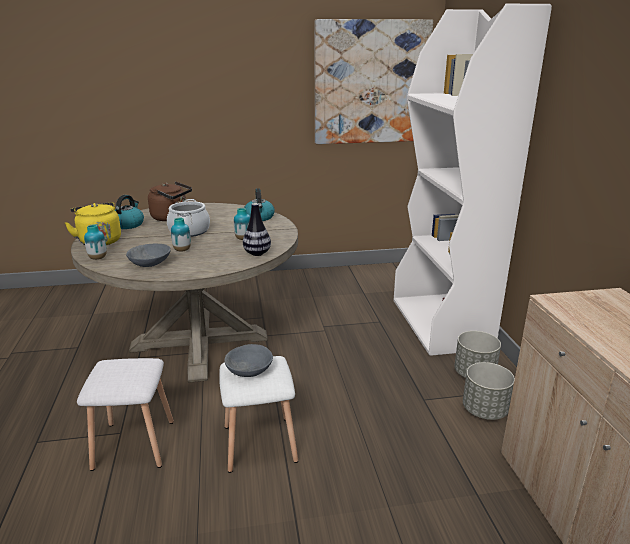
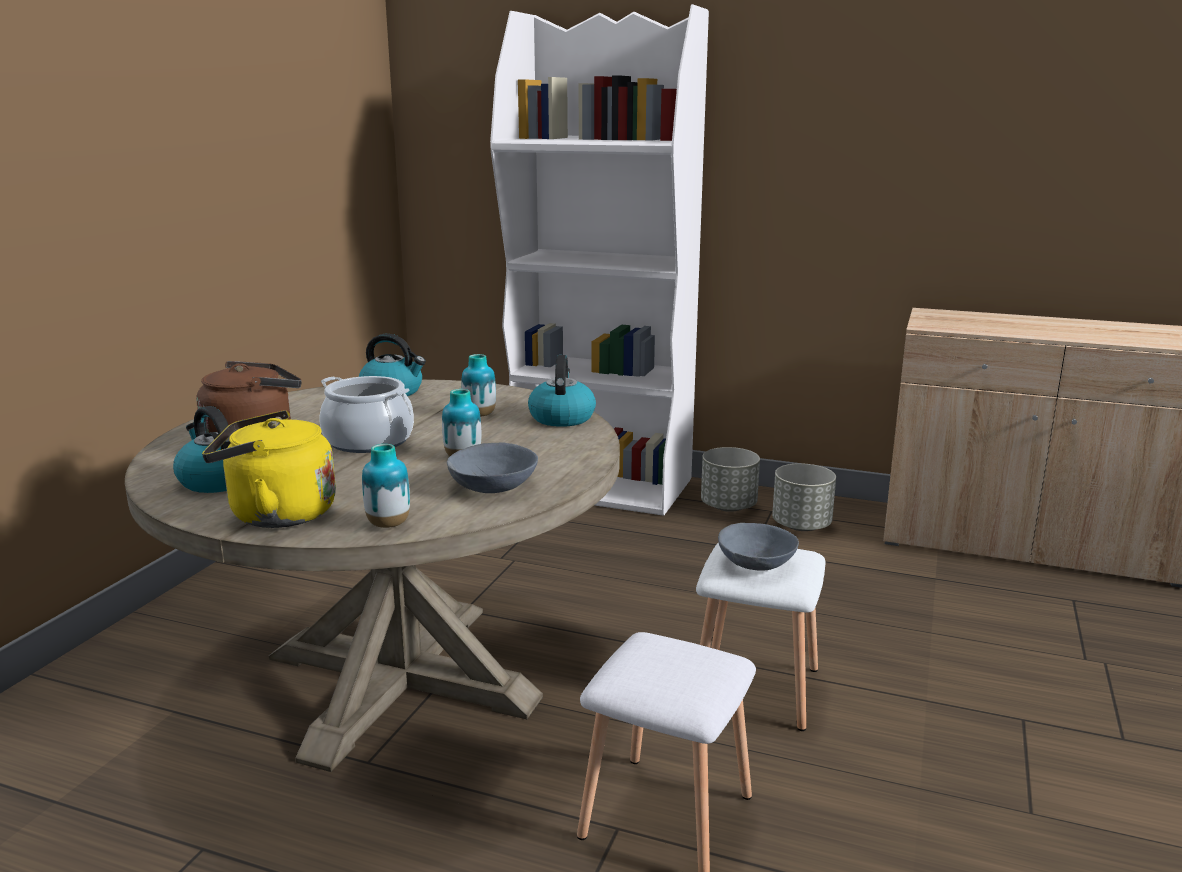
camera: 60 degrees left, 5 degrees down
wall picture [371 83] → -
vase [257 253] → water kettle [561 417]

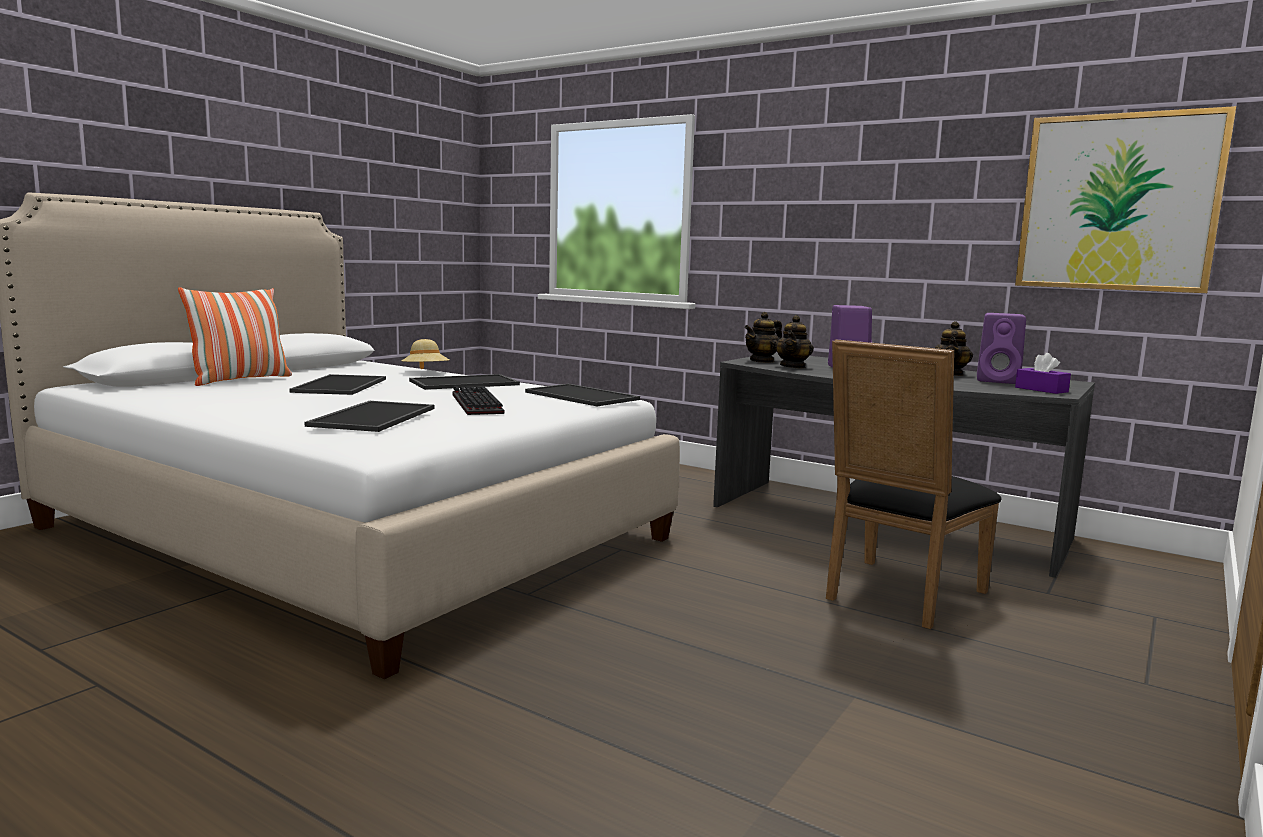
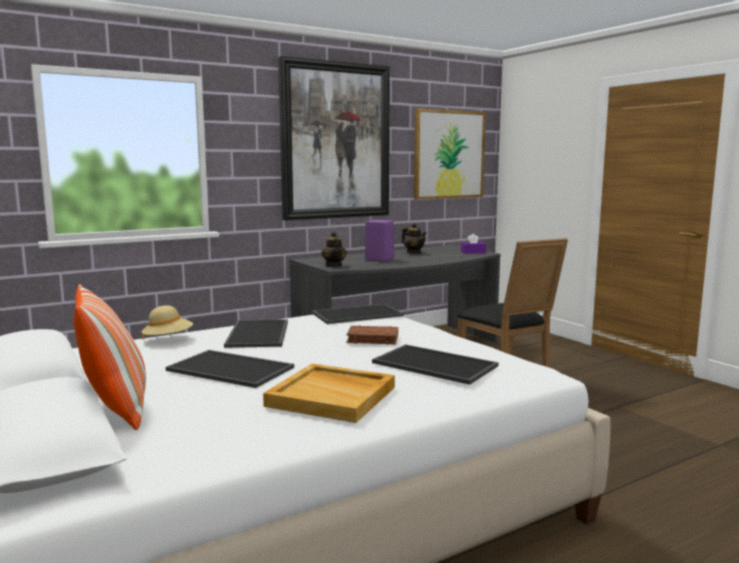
camera: 65 degrees left, 0 degrees up
purple-coloured speaker [999 380] → -
pot for tea [793 366] → -
keyboard [474 404] → brownish book [372 339]
- → wall picture [335 141]
- → sand-coloured serving tray [333 396]

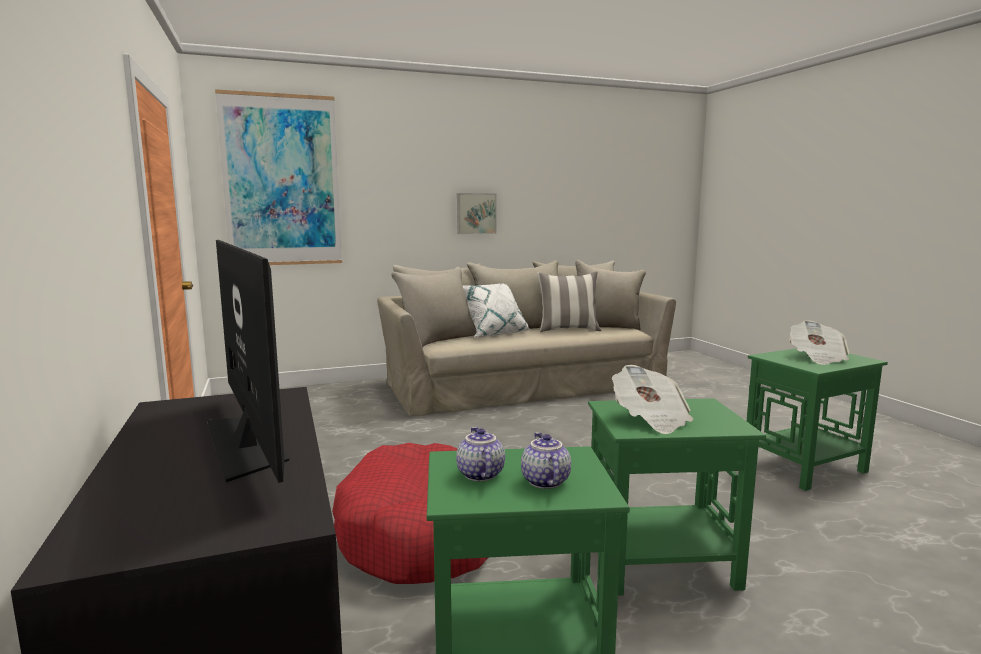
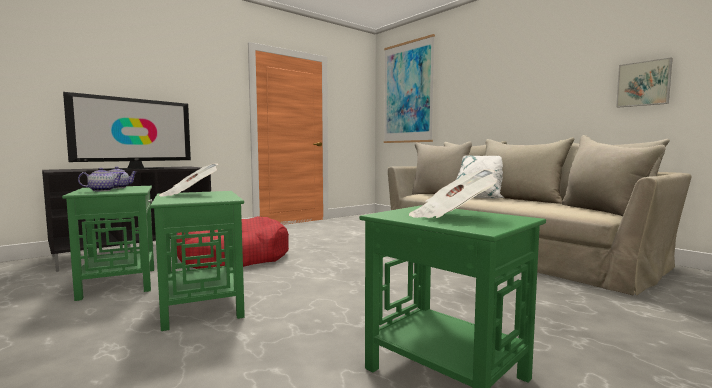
camera: 70 degrees right, 5 degrees down
wall picture [476 213] → wall picture [643 84], move
throw pillow [568 330] → -

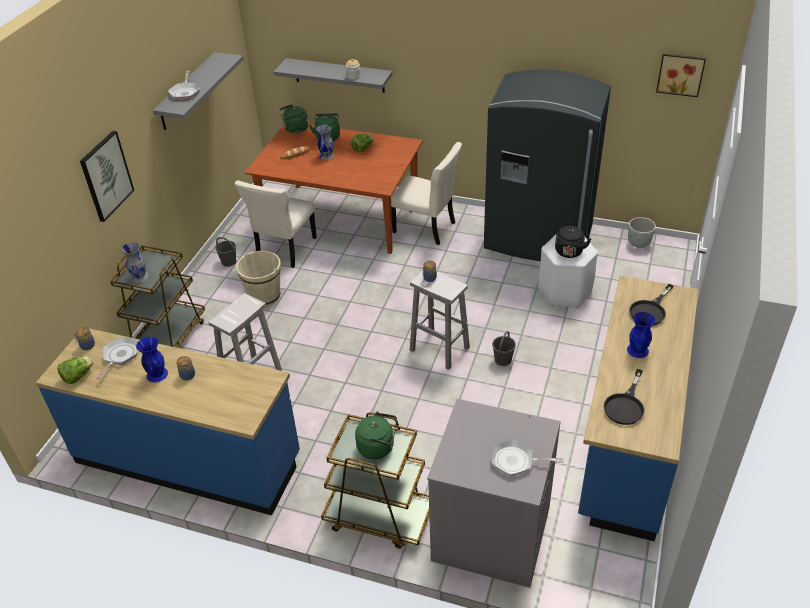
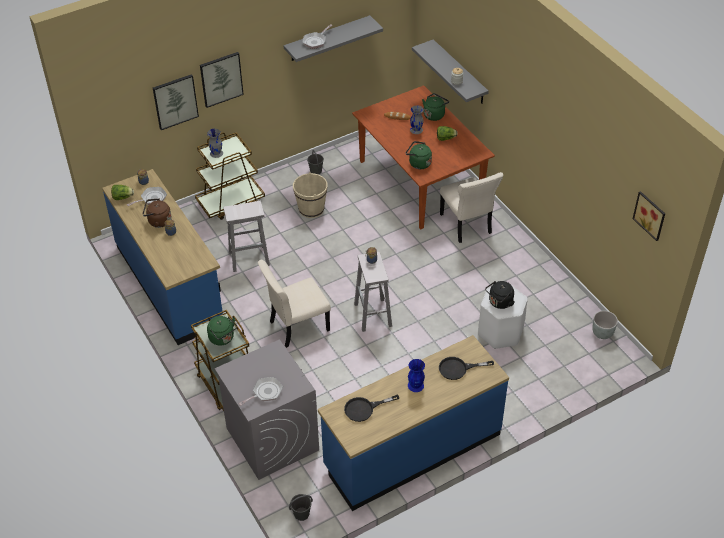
camera: 40 degrees right, 5 degrees up
greyish fridge [538 239] → -
green water kettle [295 129] → green water kettle [418 163], move
sand-coloured plain chair [285 250] → sand-coloured plain chair [297 326], move
greyish bucket [503 360] → greyish bucket [301 514], move
blue vase [156 374] → brownish water kettle [158 221]
skillet [516 461] → skillet [265 392], 90 degrees clockwise
- → wall picture [175 101]

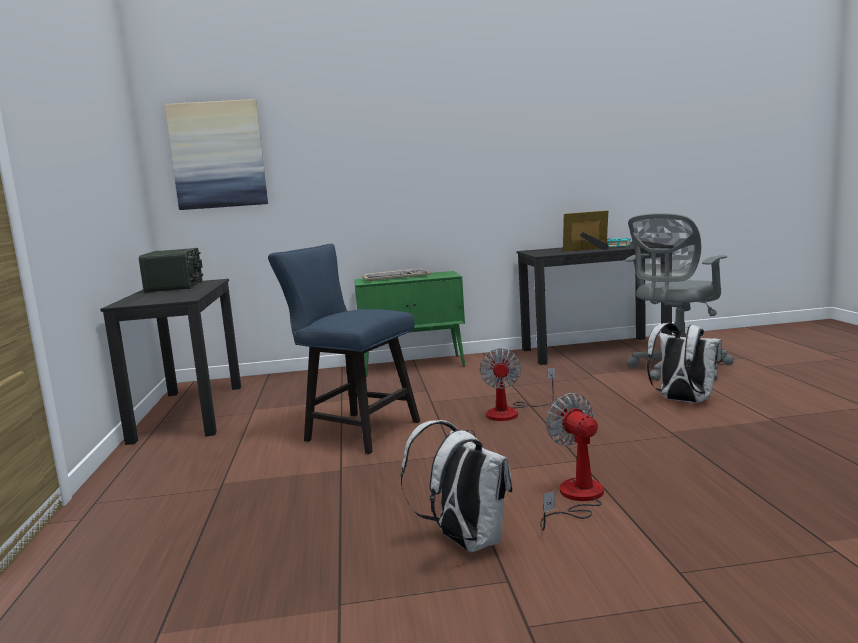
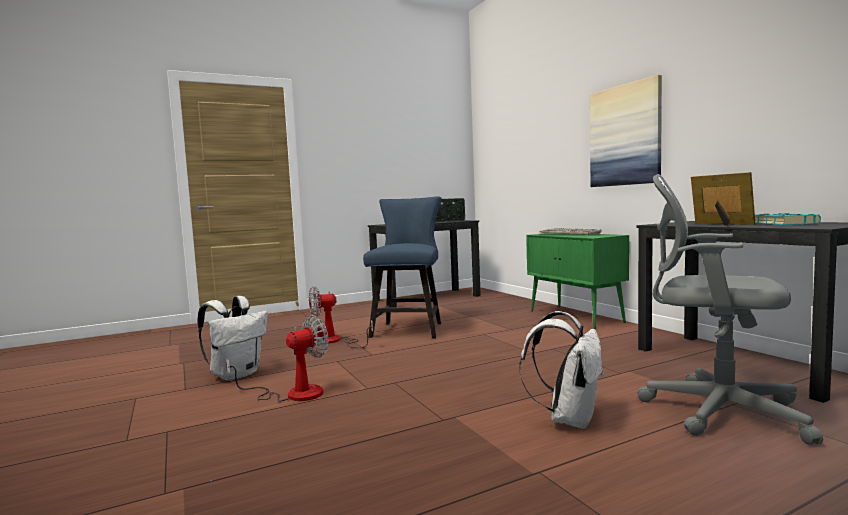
camera: 70 degrees right, 5 degrees down
wall picture [218 155] → wall picture [625 135], move
fan [511 412] → fan [334 341], move

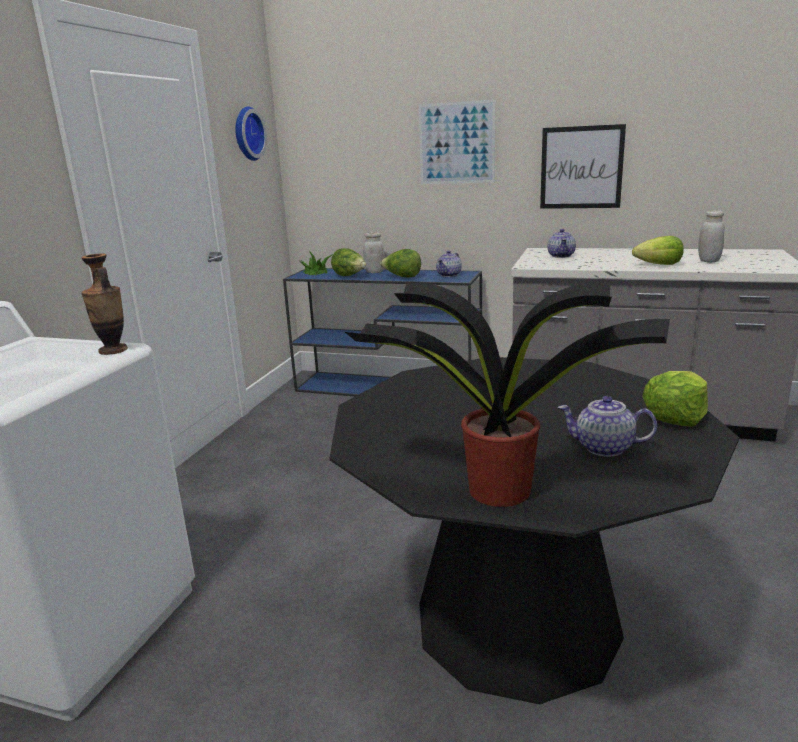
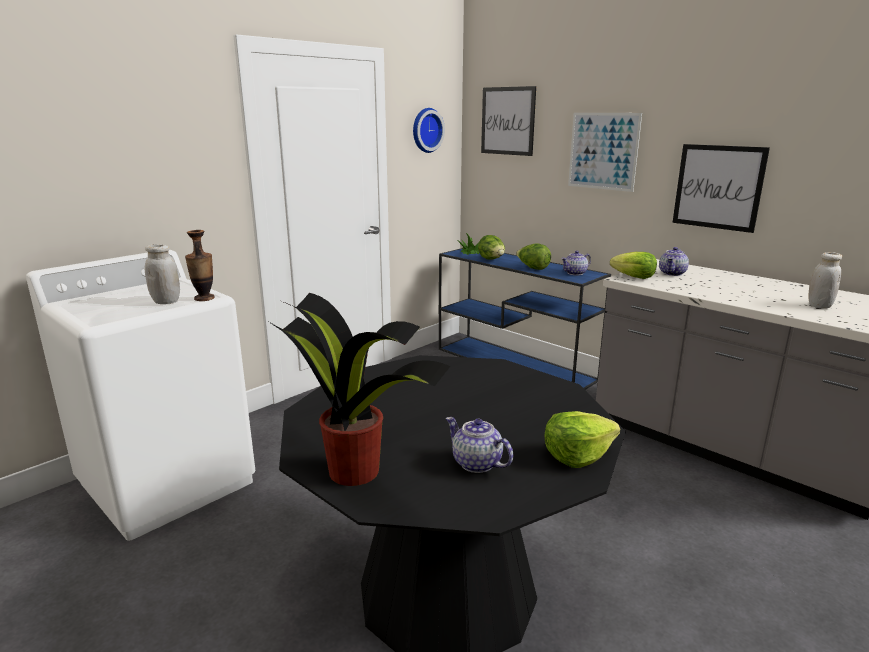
camera: 25 degrees right, 0 degrees up
white-coloured storage jar [375 272] → white-coloured storage jar [166 301], move
lettuce head [658 265] → lettuce head [634 277], move
- → wall picture [507 121]

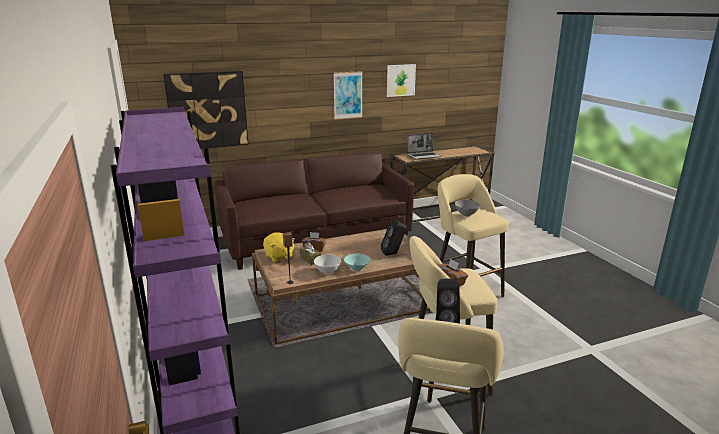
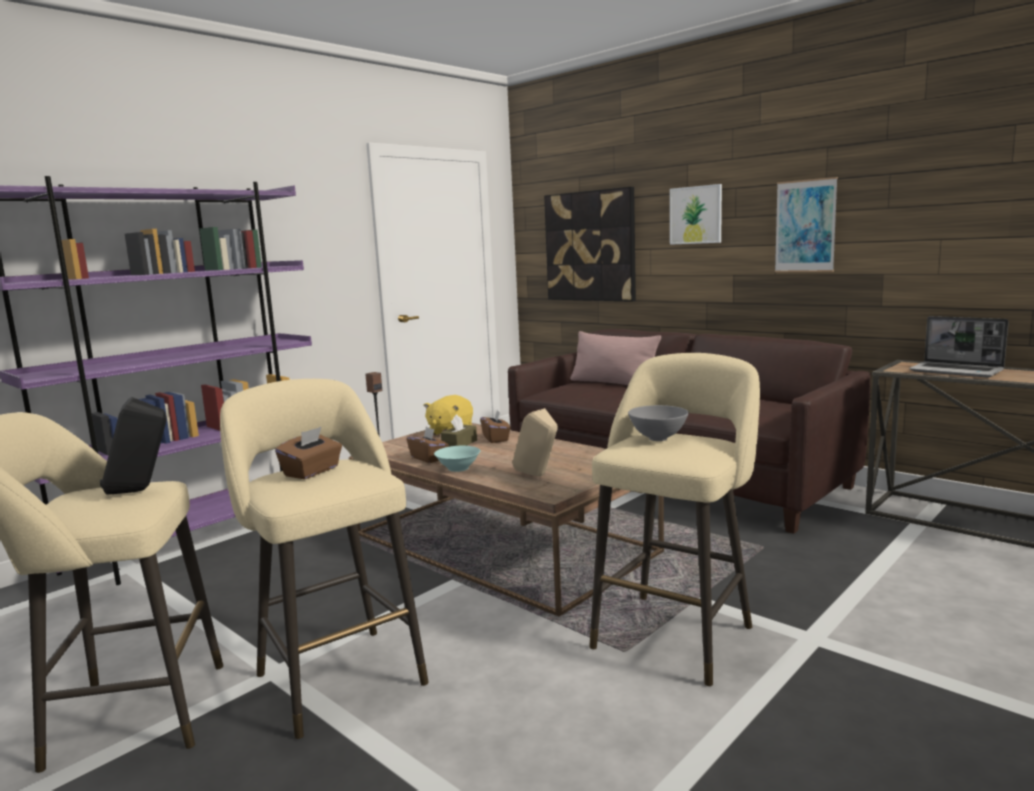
camera: 65 degrees right, 10 degrees down
wall picture [400 80] → wall picture [695 215], move
black-coloured speaker [393 254] → sand-coloured speaker [538 476]
white-coloured deep dish [327 272] → brownish box of tissues [428 458]
- → pinkish throw pillow [613 383]

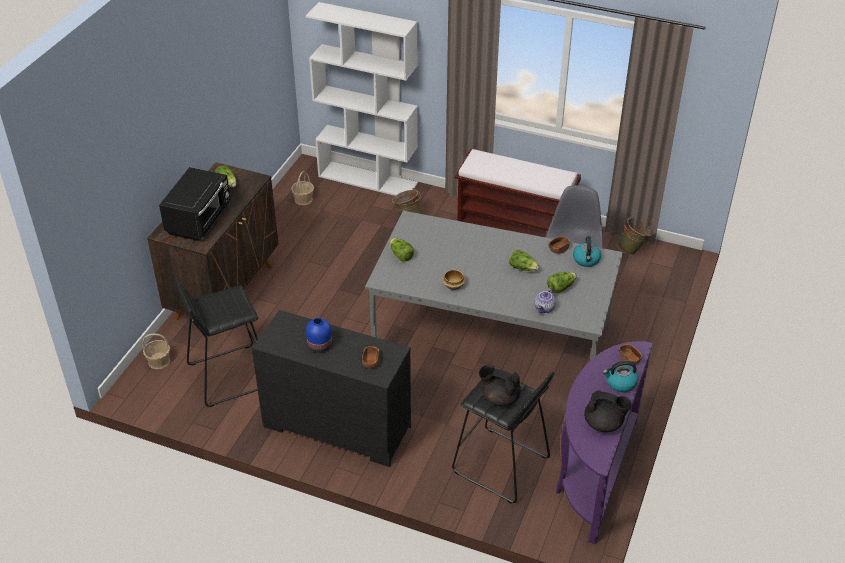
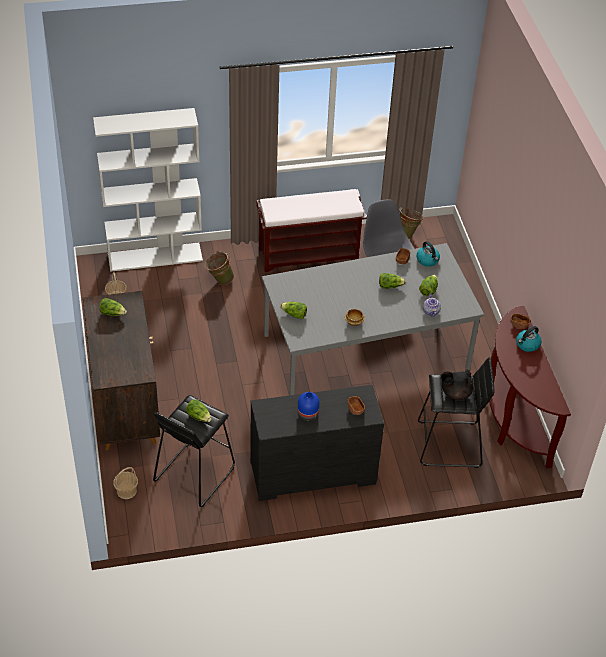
camera: 35 degrees left, 5 degrees up
black-coloured microwave oven [200 220] → -
purple-coloured narrow table [593 473] → brownish narrow table [512 419]
black-coloured pot for tea [604 424] → -
- → lettuce head [199 416]

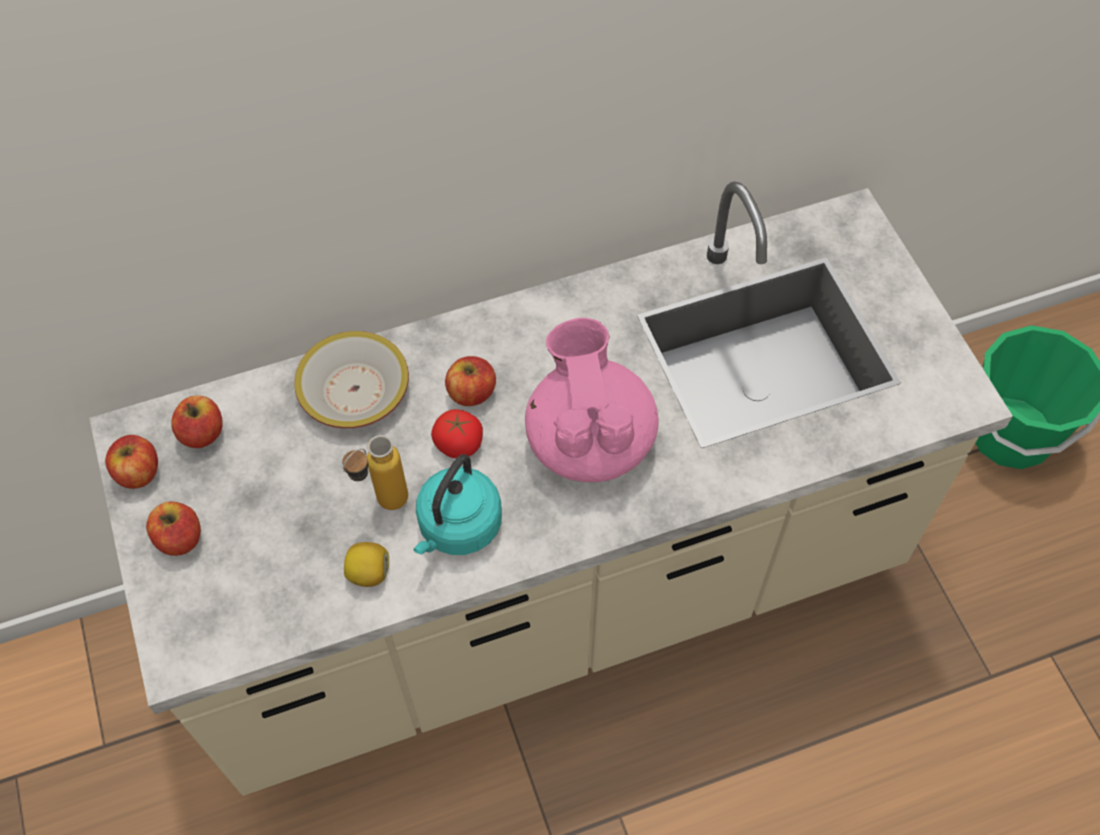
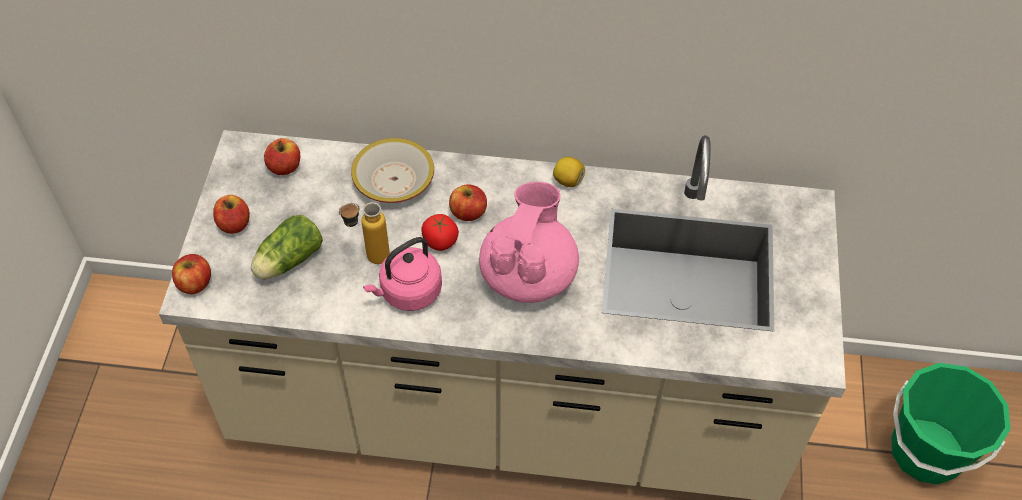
camera: 25 degrees right, 5 degrees down
apple [138 472] → apple [195 283], move
blue-green water kettle [458 528] → pinkish water kettle [408 292]
lemon [369 573] → lemon [568 180], move
- → lettuce head [287 261]

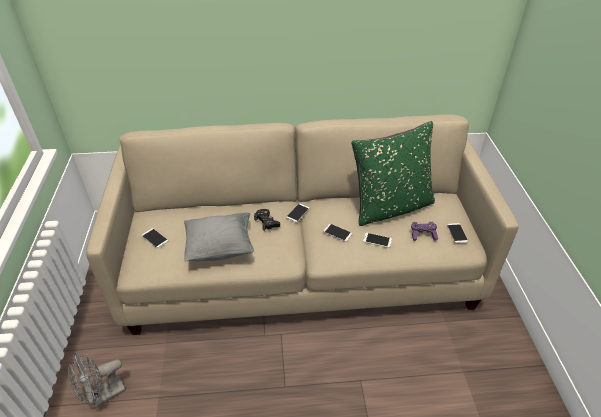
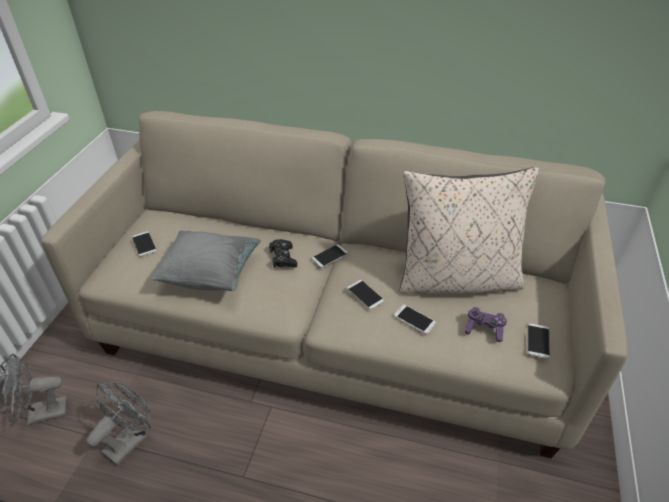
camera: 20 degrees right, 0 degrees up
green throw pillow [391 207] → sand-coloured throw pillow [457 279]
- → greyish fan [130 439]

